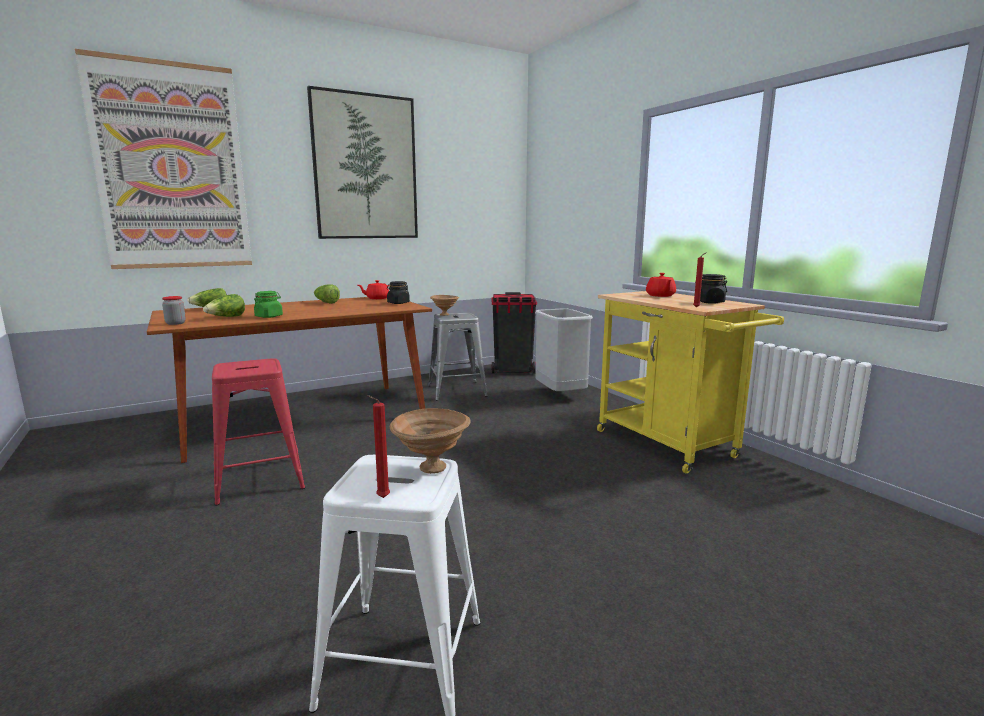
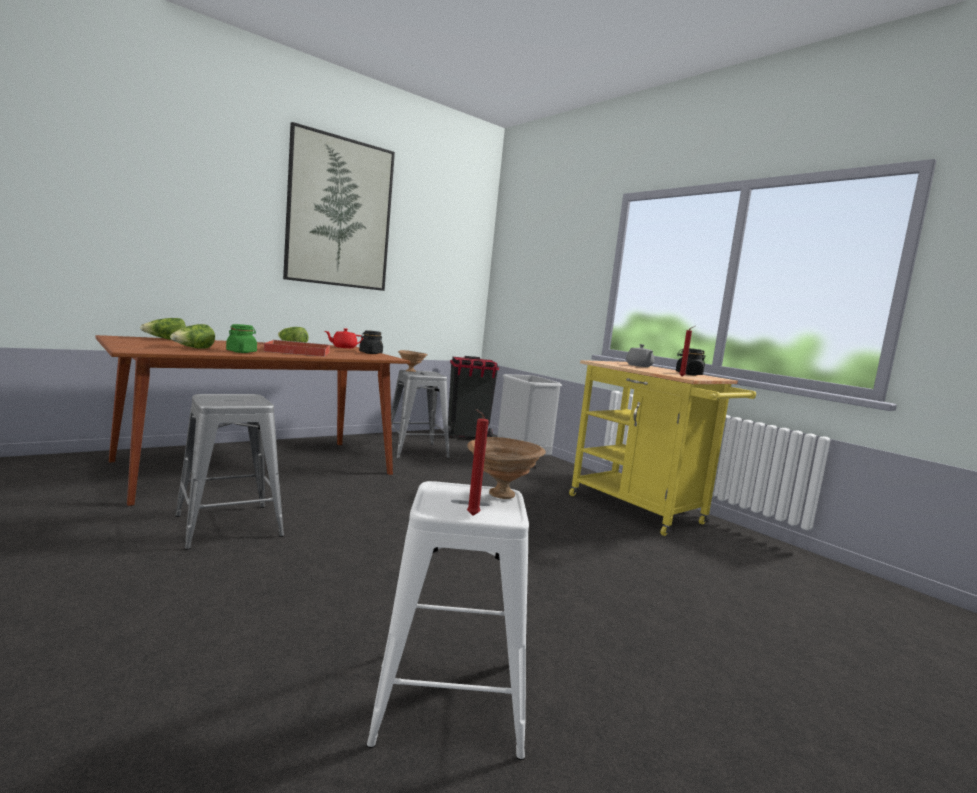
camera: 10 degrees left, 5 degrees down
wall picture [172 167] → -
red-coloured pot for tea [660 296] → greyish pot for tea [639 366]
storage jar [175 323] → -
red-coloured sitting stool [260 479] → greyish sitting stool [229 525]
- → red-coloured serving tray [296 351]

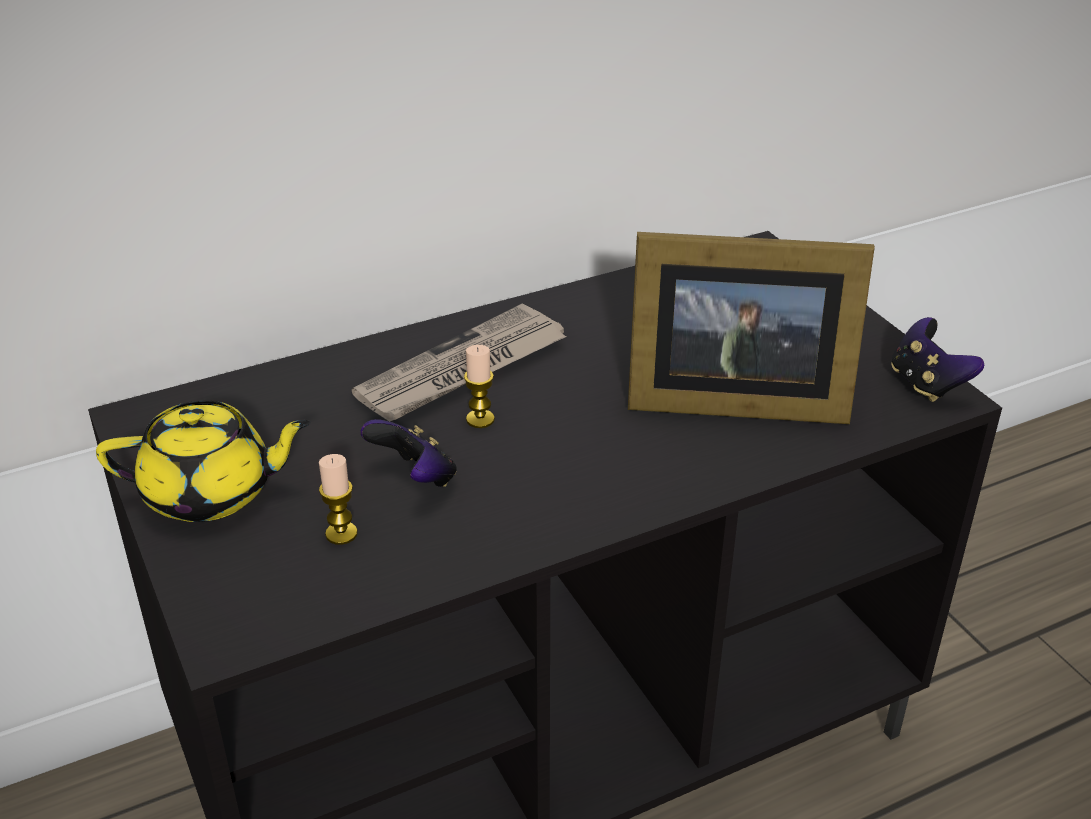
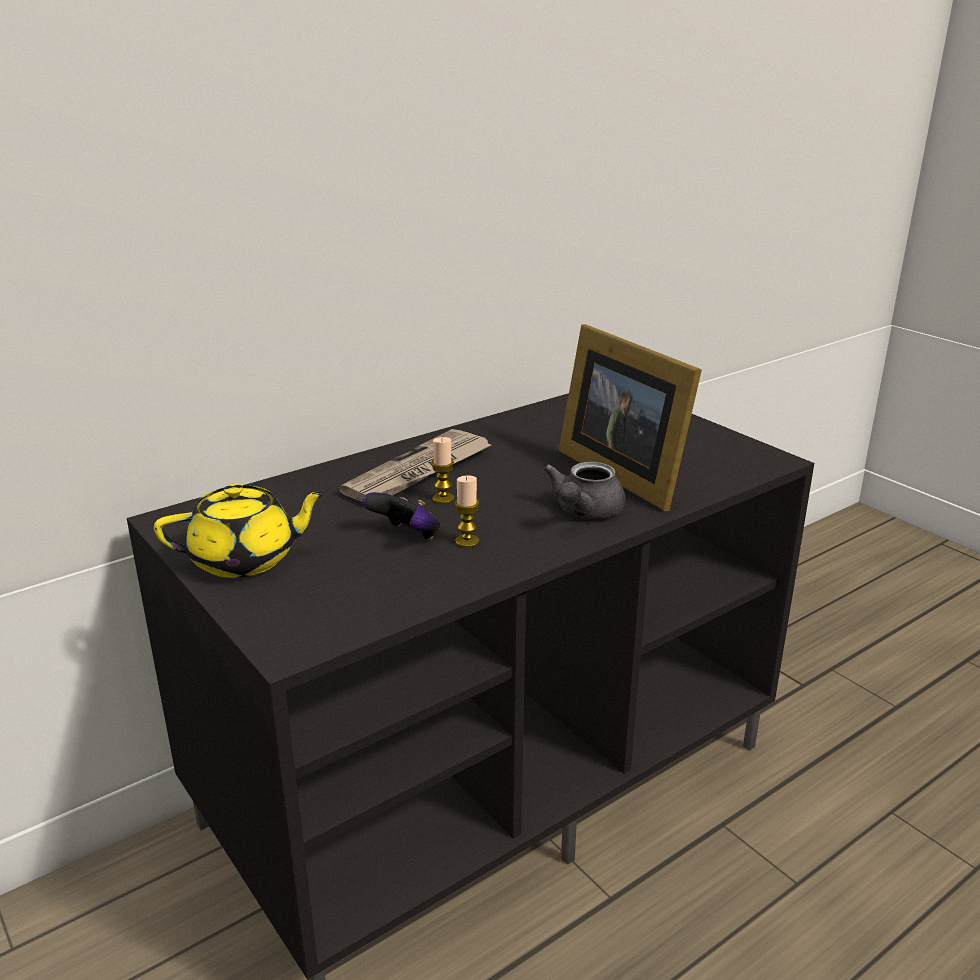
camera: 10 degrees left, 10 degrees down
photo frame [729 398] → photo frame [623 472], 60 degrees clockwise
gamepad [927 384] → -
wax light [341 534] → wax light [467 541], move
- → greyish pot for tea [584 512]

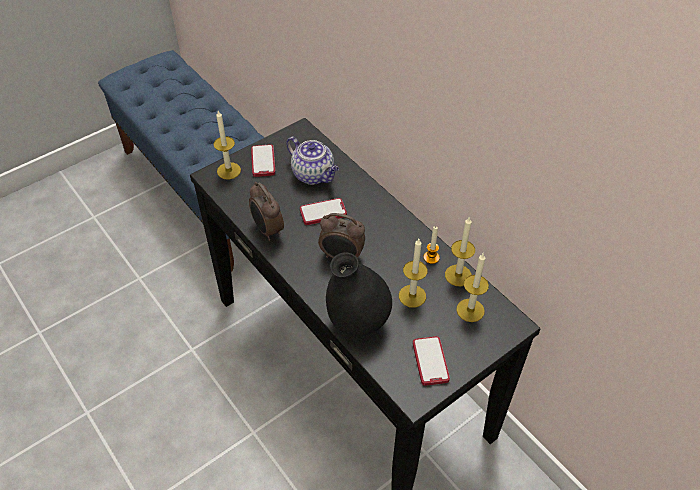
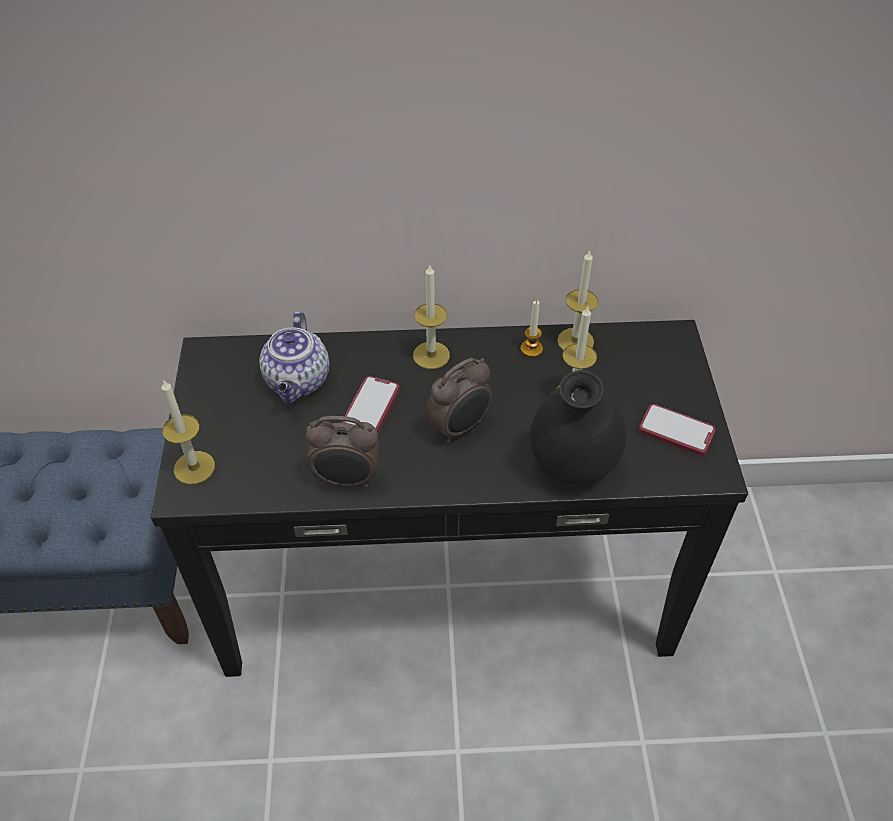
camera: 55 degrees left, 0 degrees up
pot for tea [314 175] → pot for tea [298 382], 105 degrees clockwise
handset [263 161] → -
wax light [470 310] → wax light [431 355], move

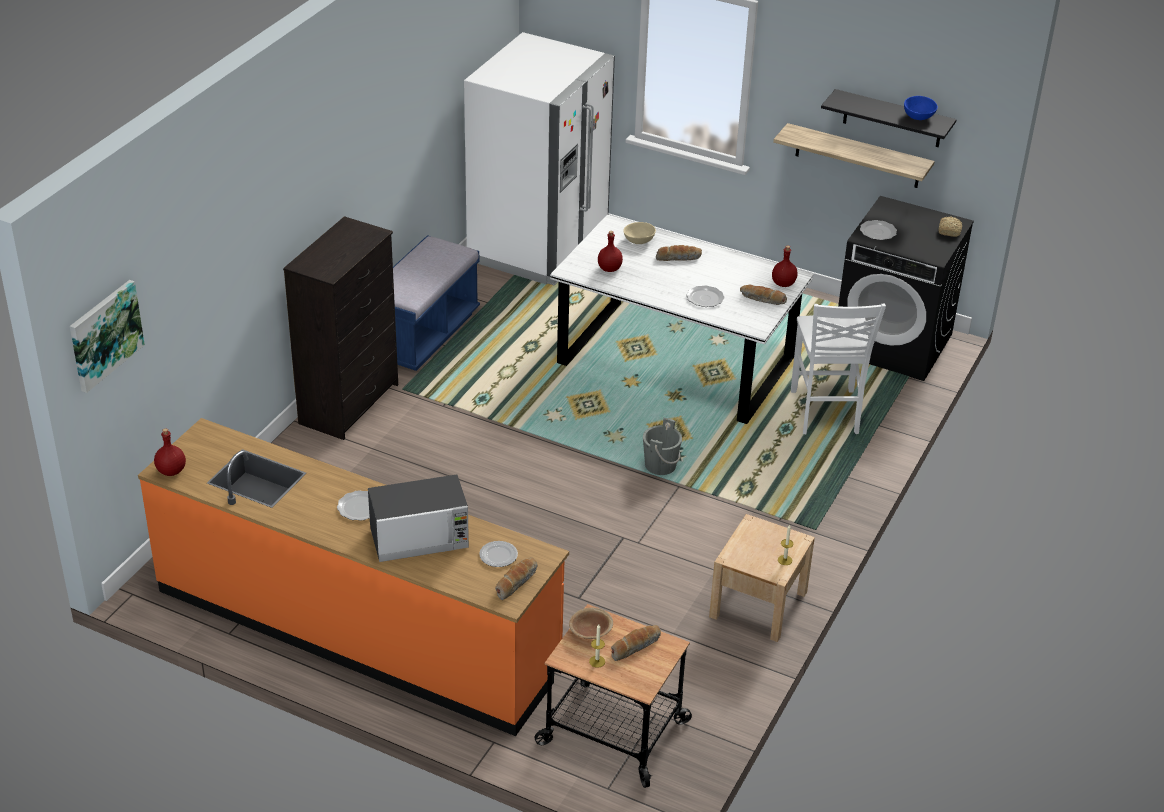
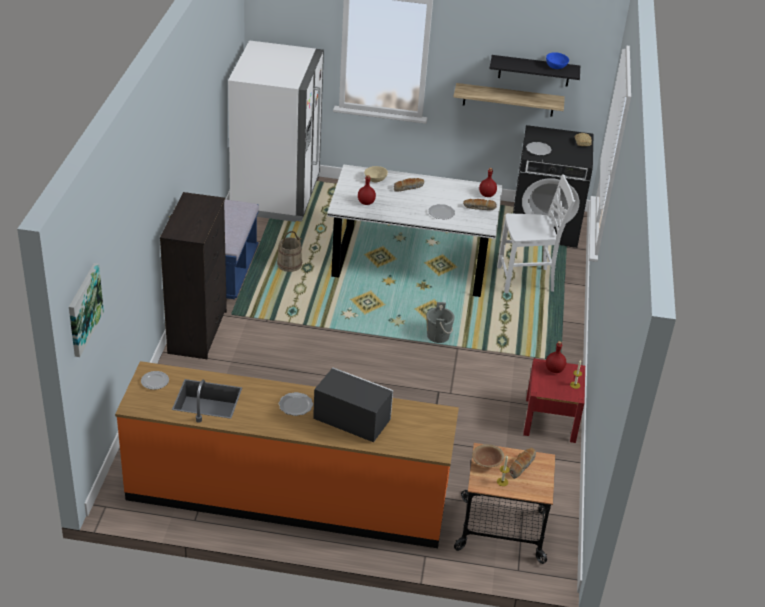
camera: 20 degrees left, 0 degrees up
white-coloured plain chair [825 413] → white-coloured plain chair [526 280], 75 degrees counterclockwise
red-coloured drink bottle [171 471] → red-coloured drink bottle [554 369], move
microwave oven [420 539] → microwave oven [351 419], 120 degrees counterclockwise
sand-coloured bedside table [758 604] → red-coloured bedside table [550 419]
flat dish [498 555] → flat dish [155 381], move
bakery bread [516 582] → -
- → sand-coloured bucket [289 265]

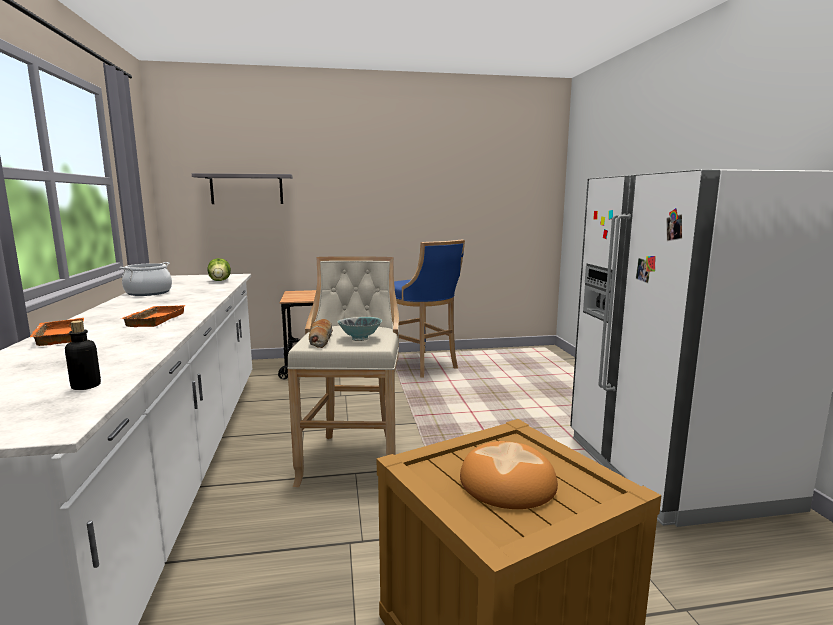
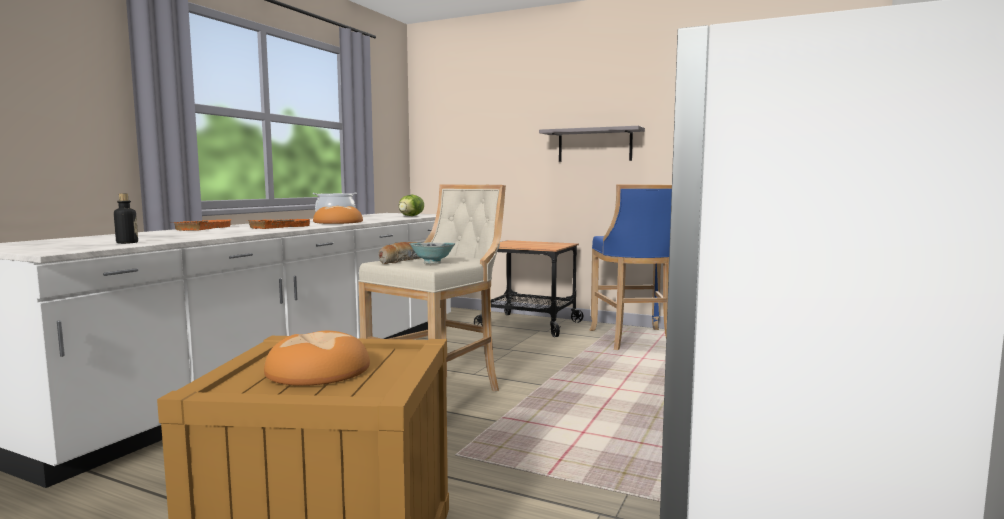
camera: 35 degrees right, 5 degrees down
greyish bracket shelf [246 189] → greyish bracket shelf [594 145], move
- → bakery bread [338 222]

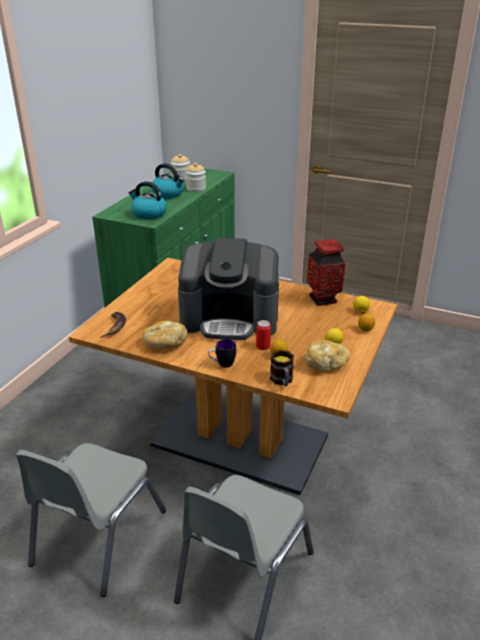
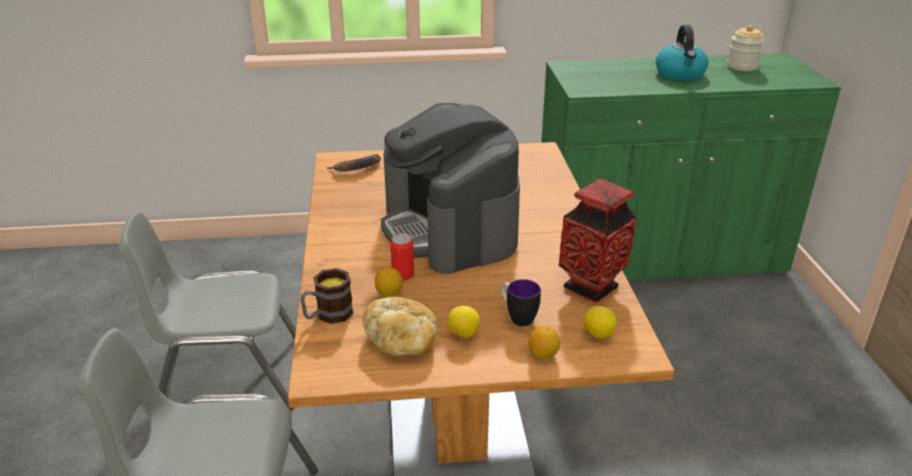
camera: 60 degrees right, 0 degrees up
storage jar [196 189] → -
water kettle [148 214] → -
bakery bread [165 344] → -
tea mug [222 364] → tea mug [517 317], move

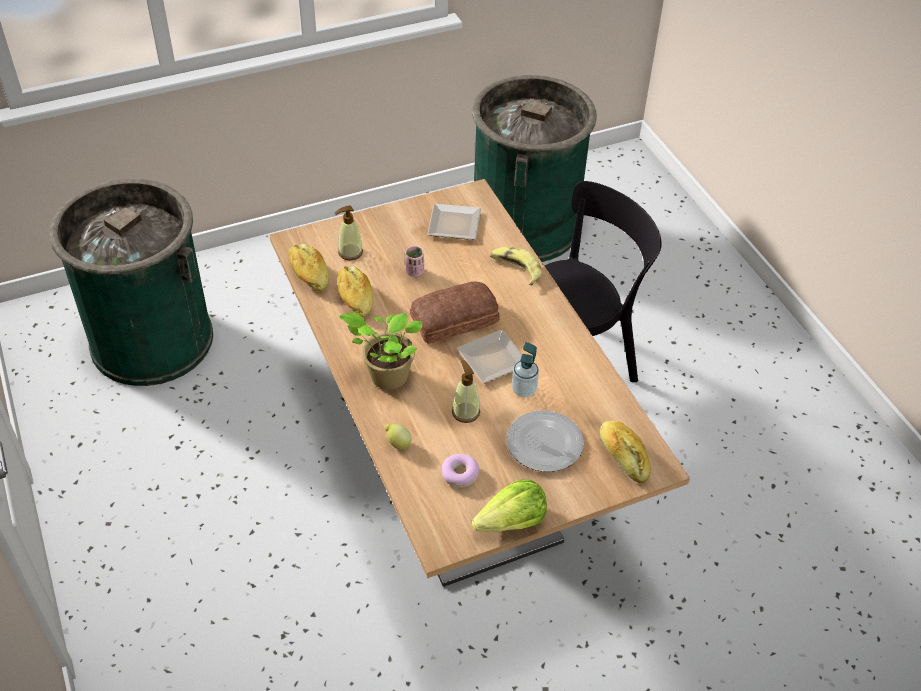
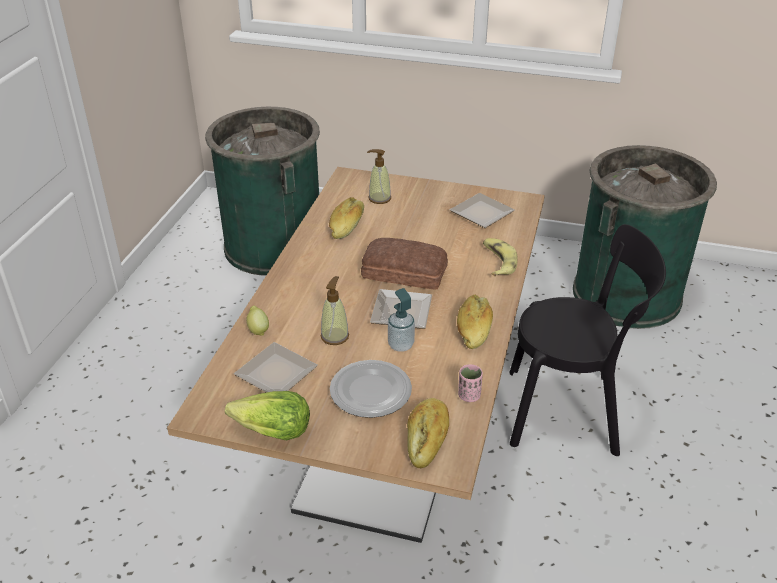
camera: 40 degrees right, 10 degrees down
bakery bread [308 274] → bakery bread [473 329], move
pinkish small cup [414 271] → pinkish small cup [469 396], move
potted plant [385 376] → -
ring doughnut [460 474] → flat dish [276 375]

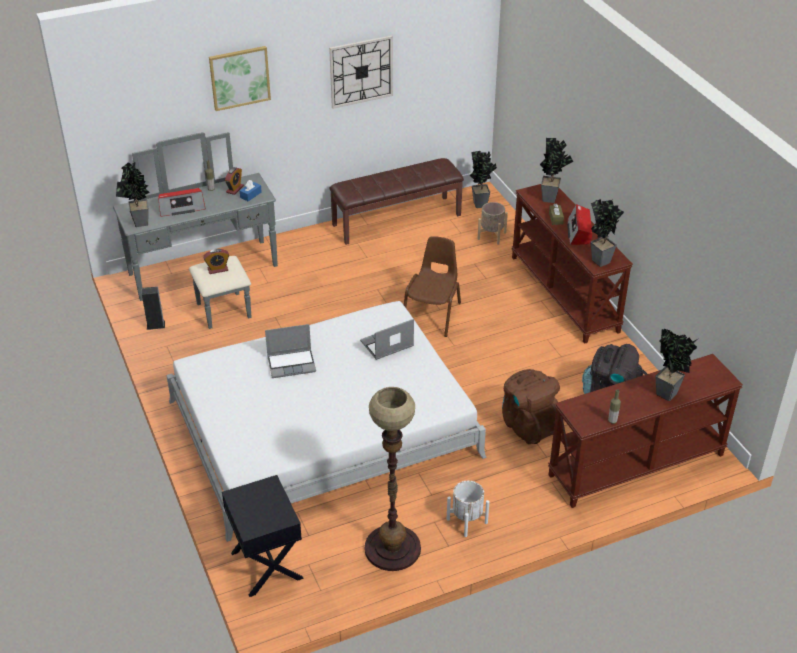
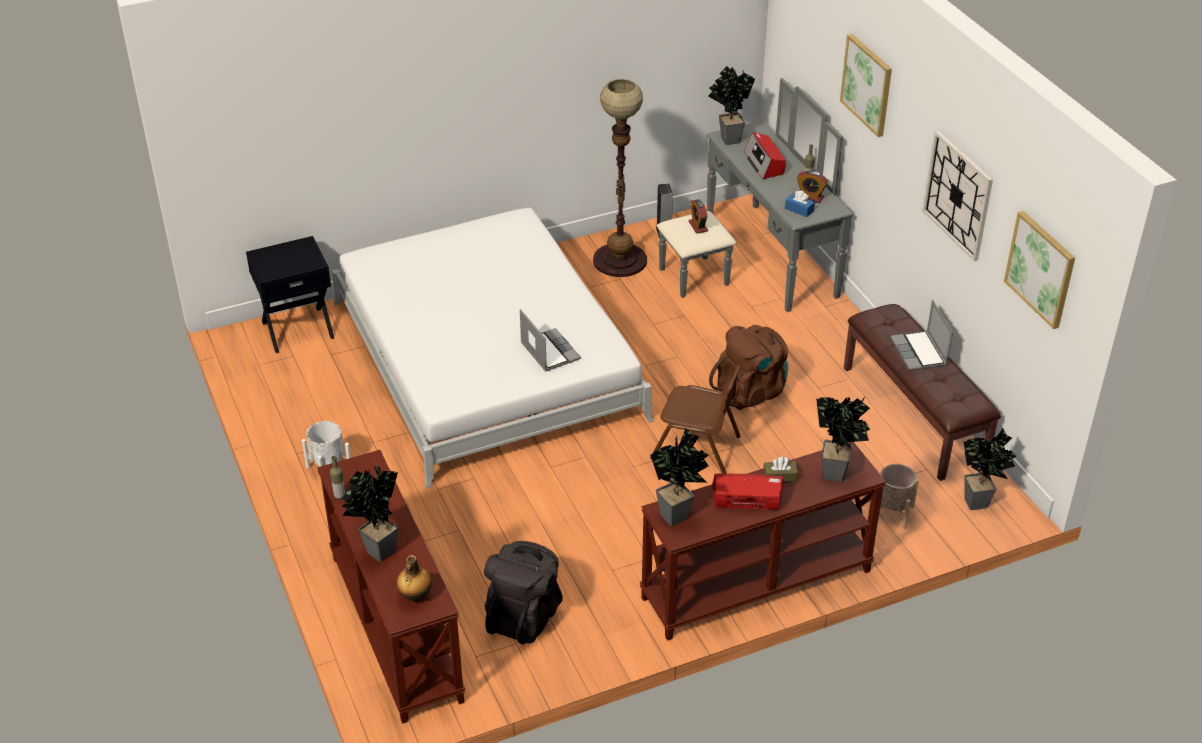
camera: 90 degrees right, 0 degrees up
portable computer [292 364] → portable computer [920 352], move
brownish backpack [528 425] → brownish backpack [751 391], move
floor lamp [392 548] → floor lamp [619 260], move
- → wall picture [1040 269]
- → drink bottle [415 596]

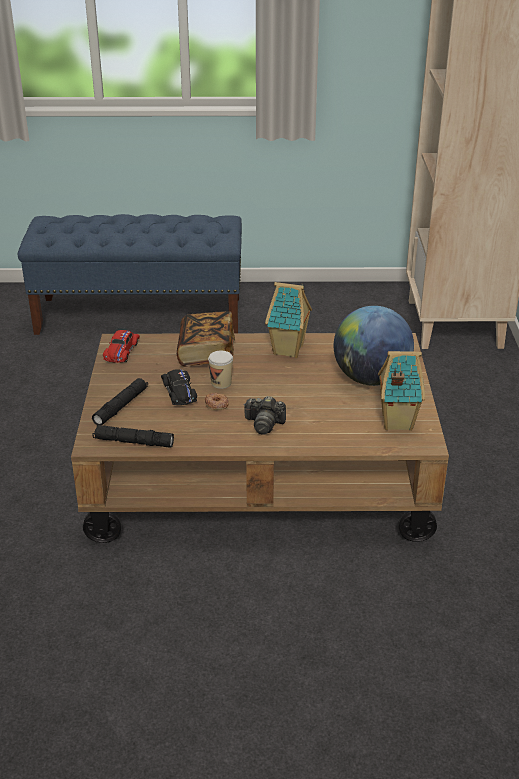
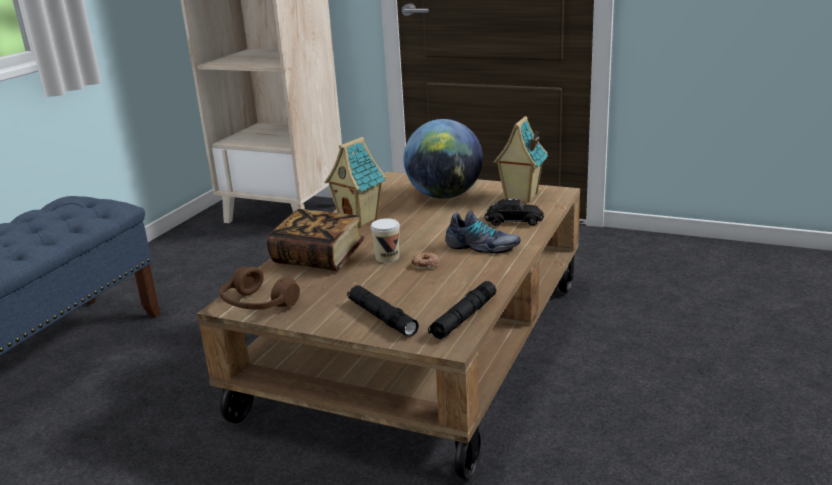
camera: 65 degrees left, 10 degrees down
red-coloured toy car [121 352] → brownish headset [258 304]
black-coloured toy car [179 393] → black-coloured toy car [513 221], move
photo camera [264 424] → shoe [482 247]

